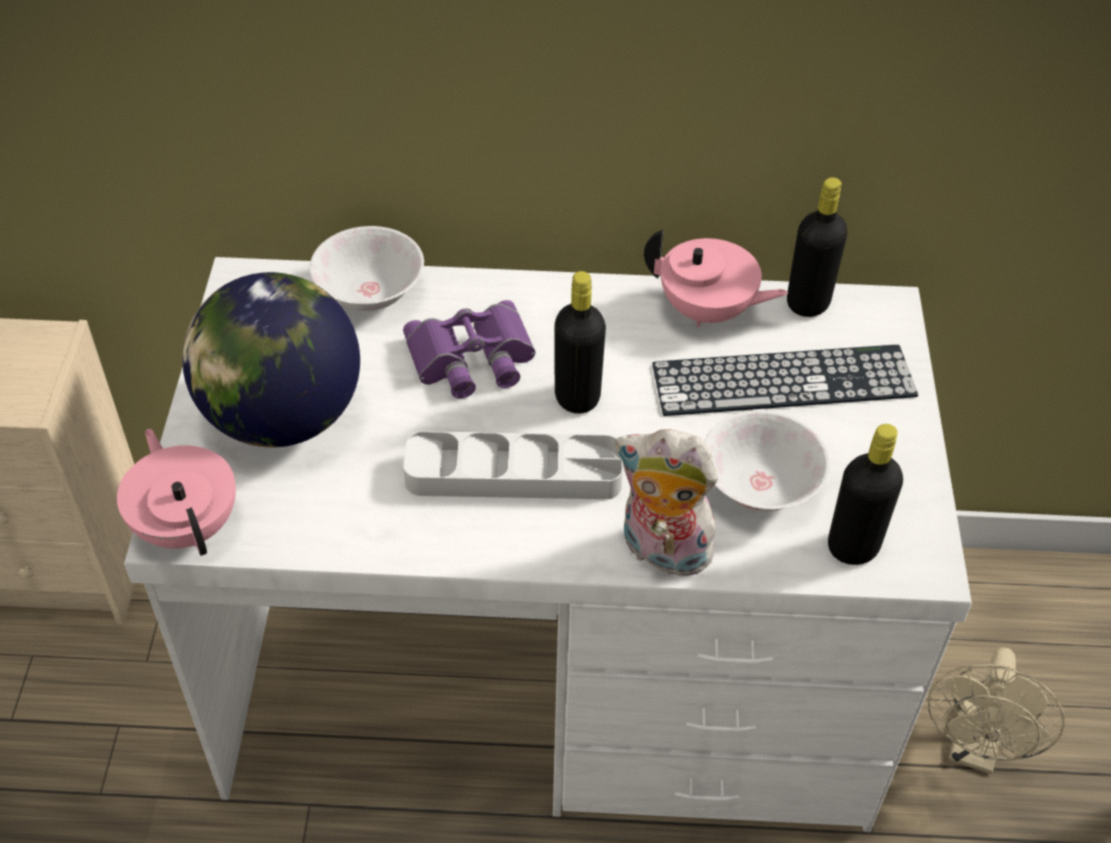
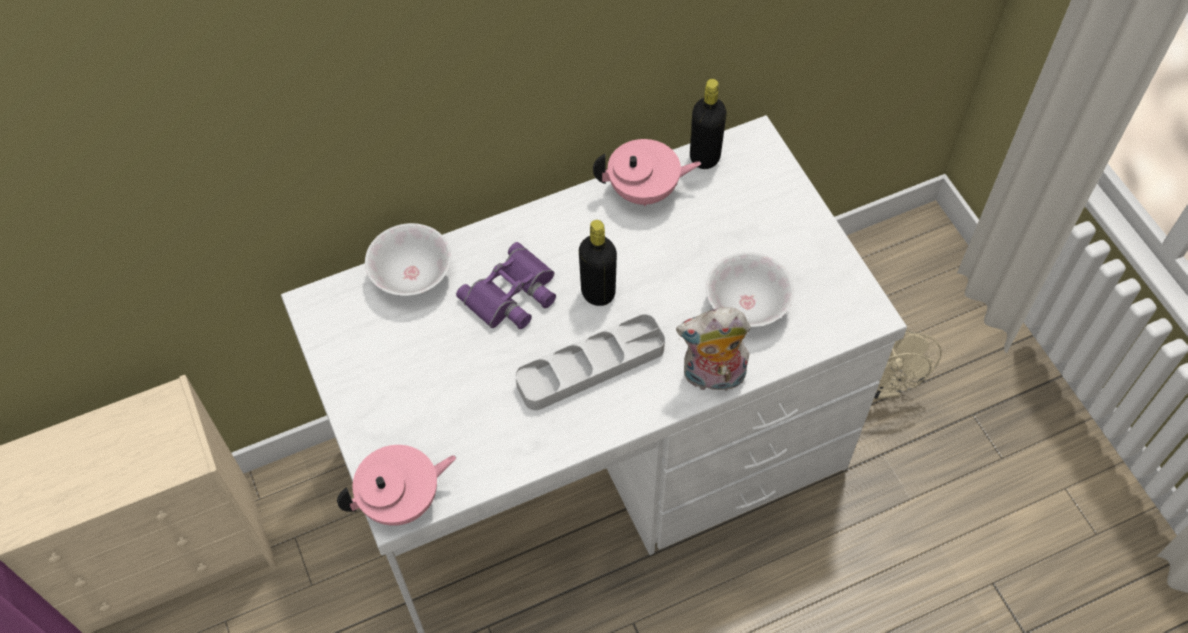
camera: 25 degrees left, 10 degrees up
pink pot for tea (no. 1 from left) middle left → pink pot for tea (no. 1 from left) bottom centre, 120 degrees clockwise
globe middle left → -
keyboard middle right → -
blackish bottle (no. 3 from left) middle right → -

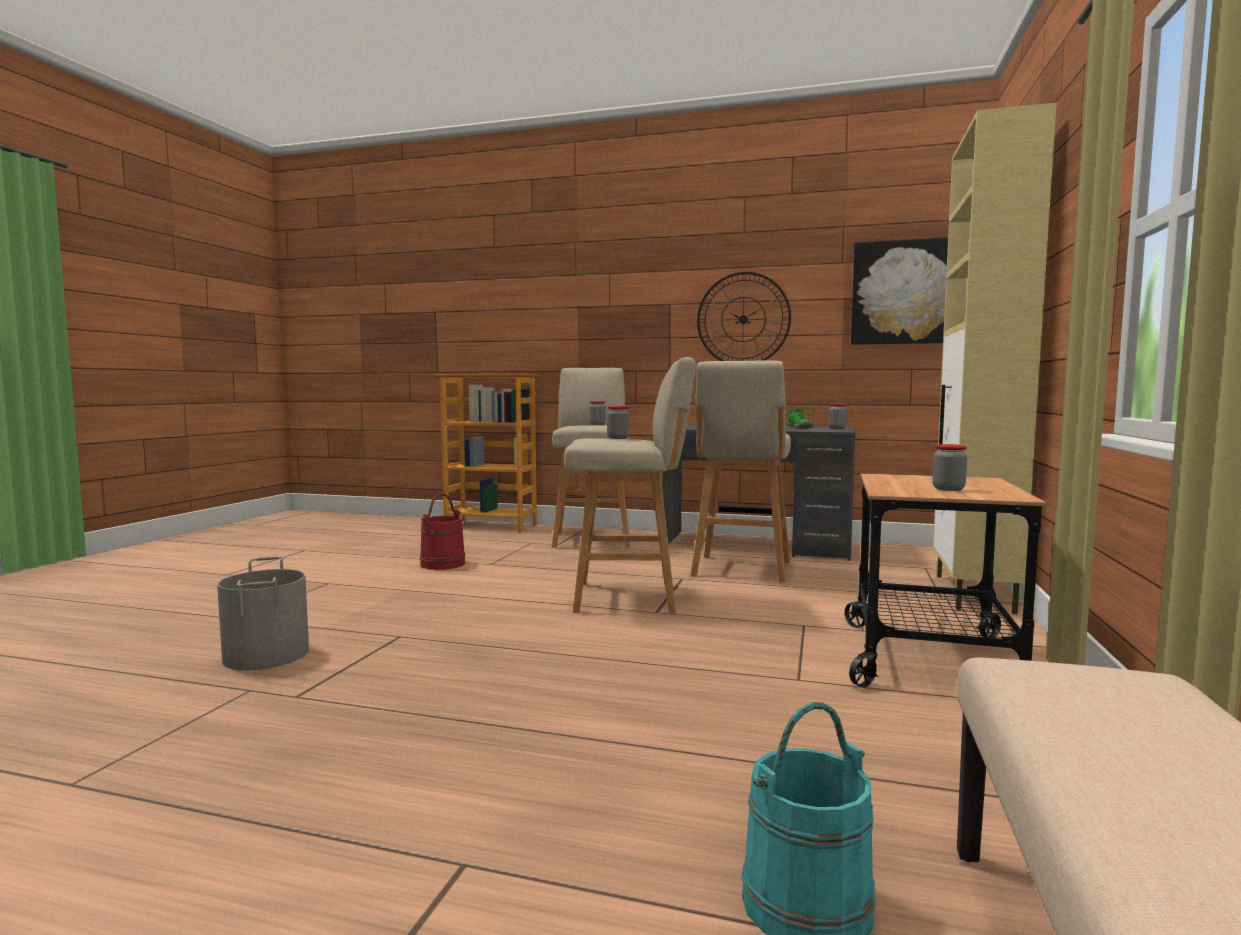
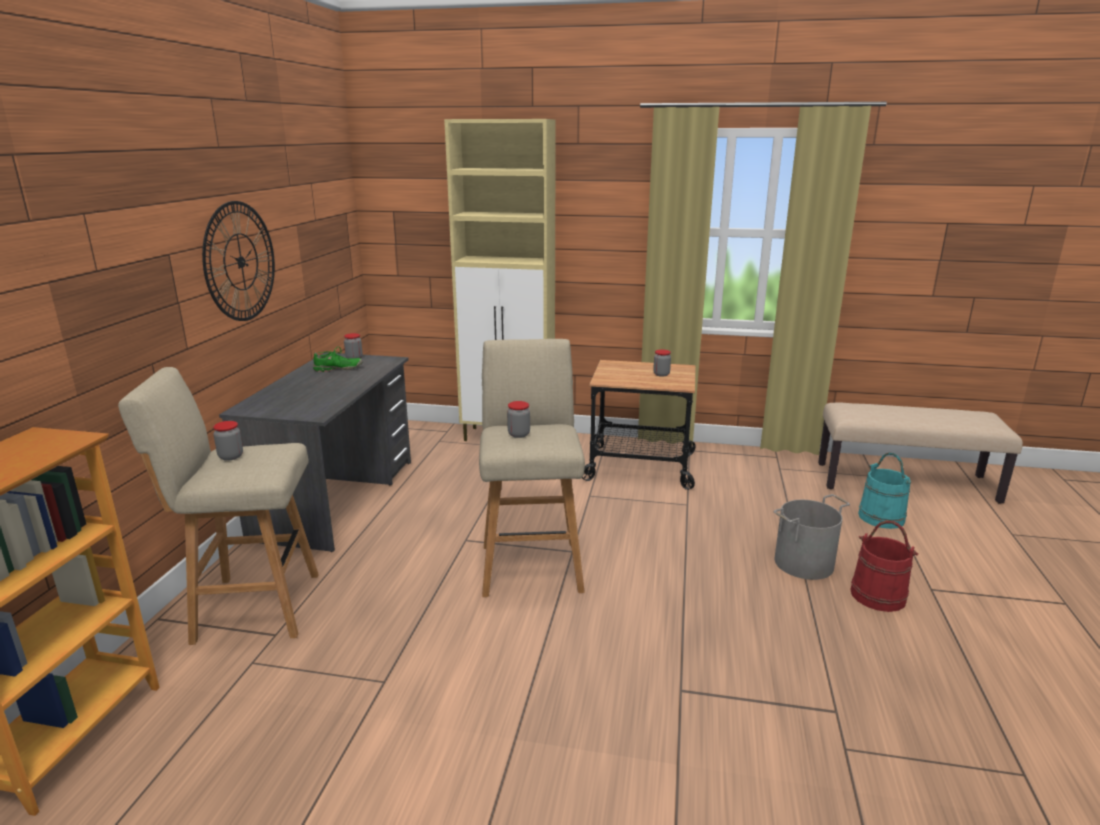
camera: 95 degrees left, 15 degrees up
greyish water bucket middle left → greyish water bucket middle right, shifted
red-coloured water bucket centre → red-coloured water bucket bottom right, shifted
sand-coloured stool seat (no. 3 from left) centre → -
wall art top right → -

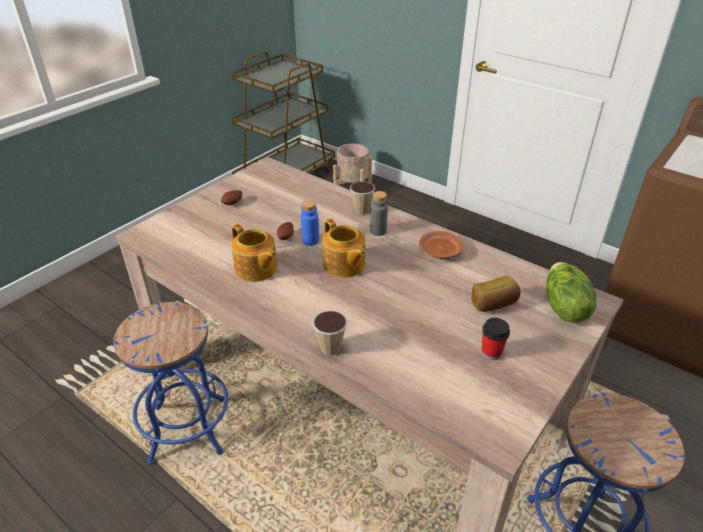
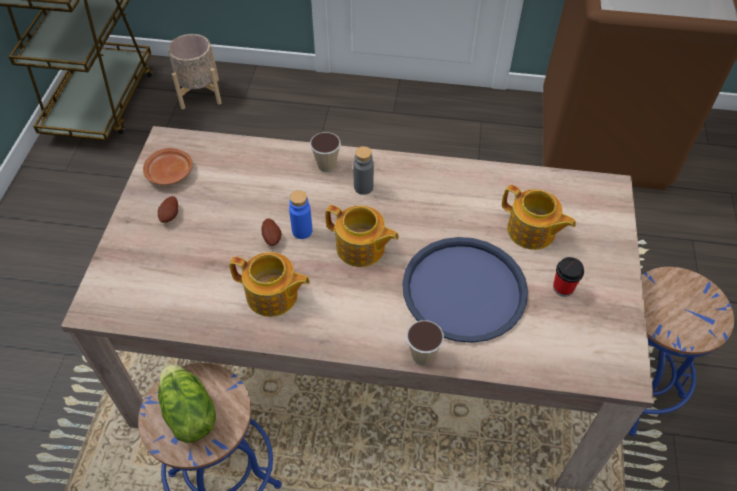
camera: 30 degrees left, 15 degrees up
brown dinner plate centre → brown dinner plate middle left, shifted
lettuce middle right → lettuce bottom left, shifted
- → blue-coloured tray centre
bakery bread middle right → pot for tea (no. 3 from left) middle right

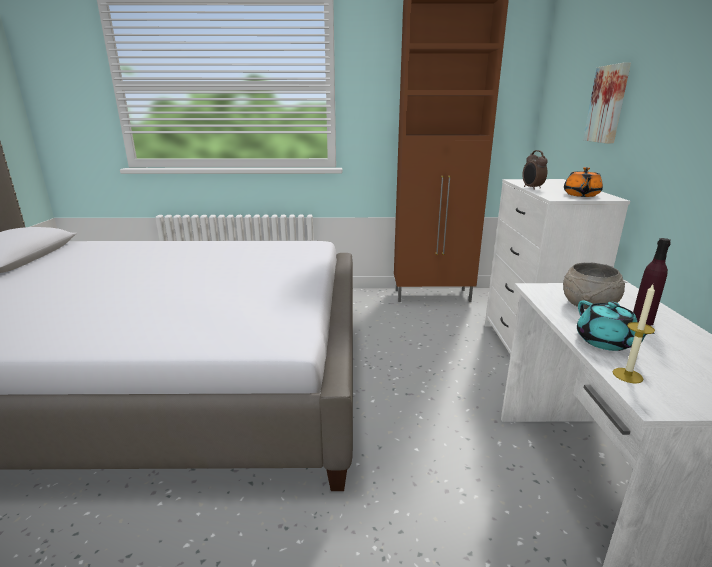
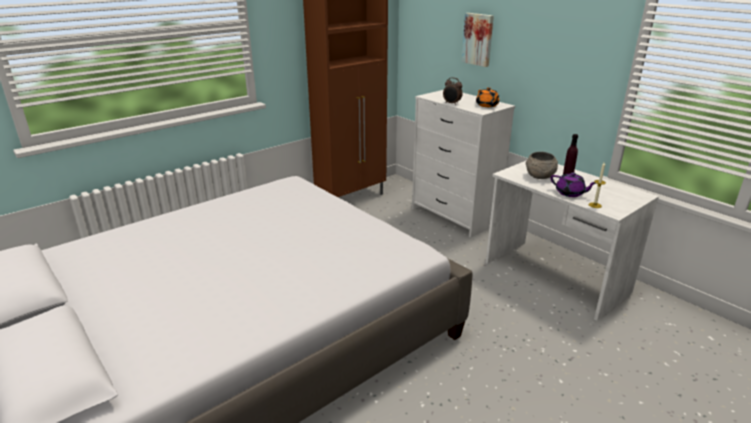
camera: 40 degrees left, 5 degrees up
blue-green pot for tea middle right → purple-coloured pot for tea middle right

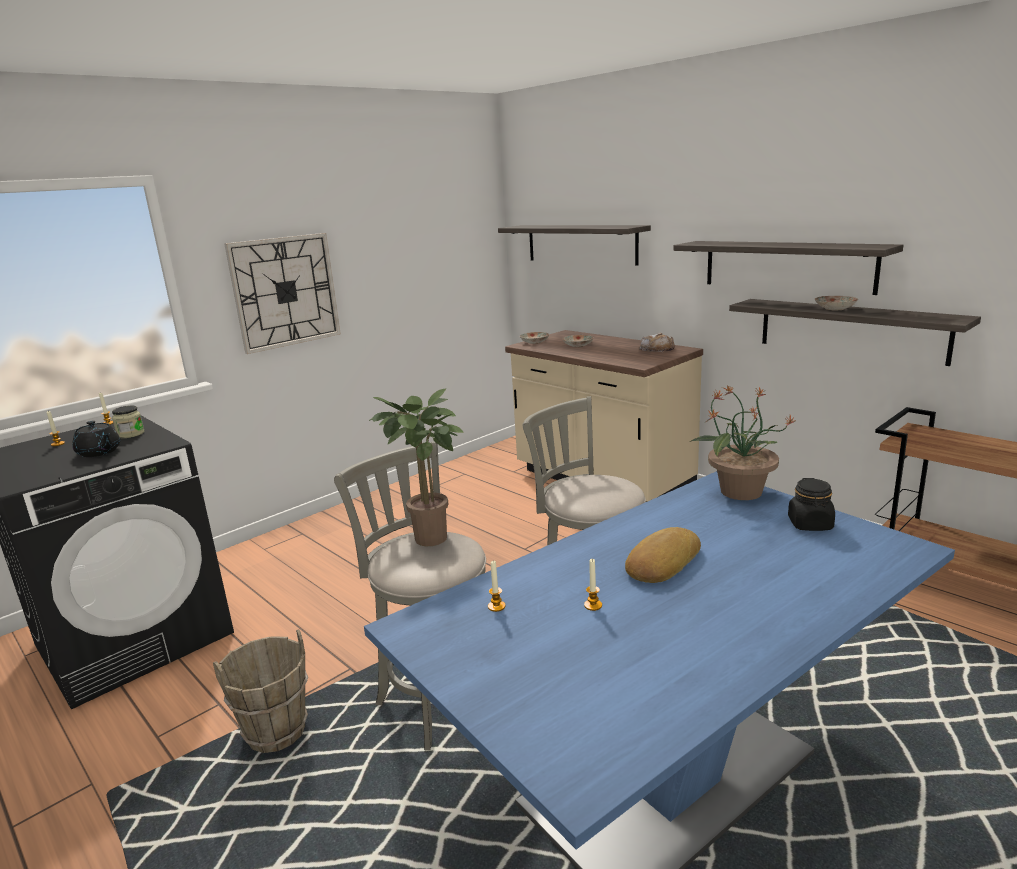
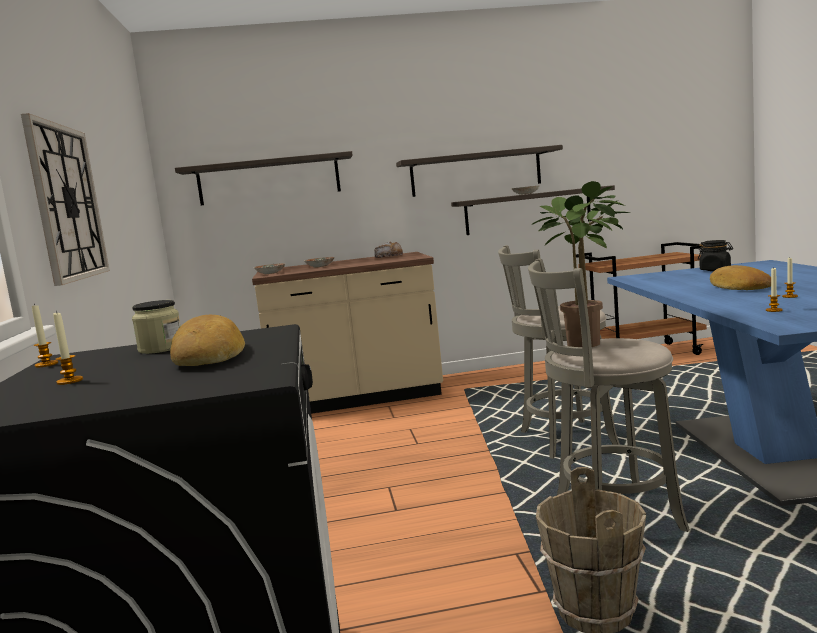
camera: 55 degrees left, 10 degrees down
blackish pot for tea middle left → bakery bread (no. 1 from left) middle left
potted plant (no. 2 from left) middle right → -

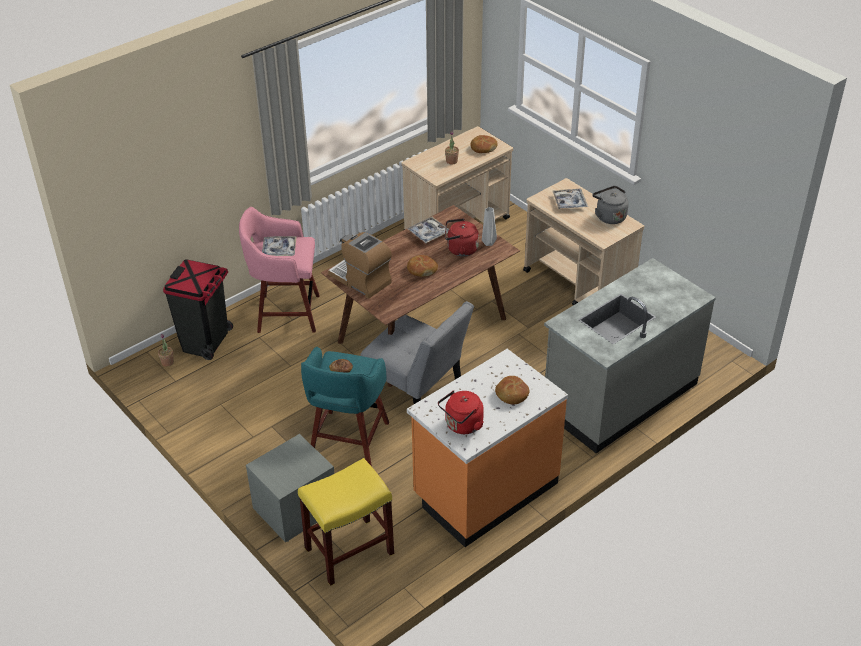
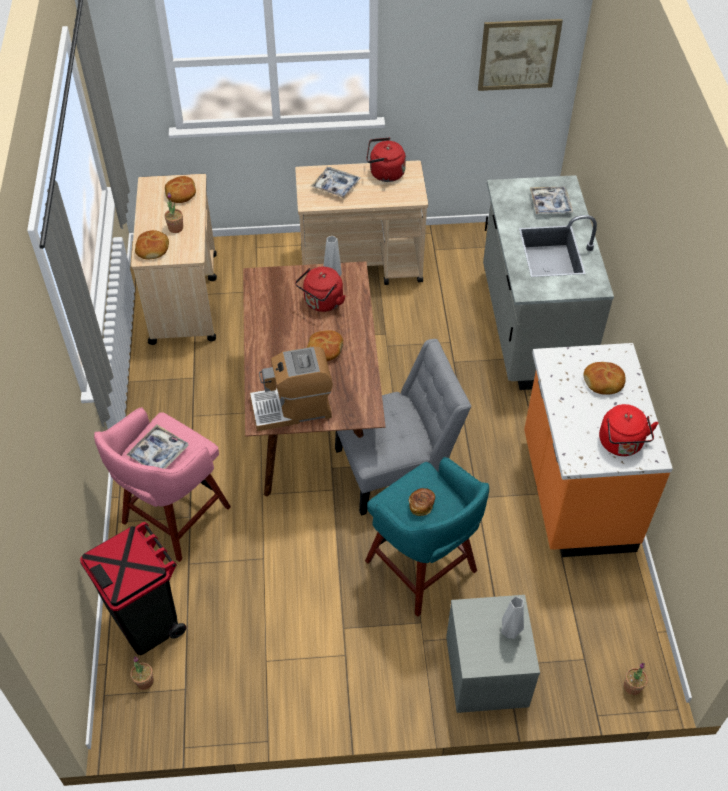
camera: 55 degrees left, 10 degrees up
- → bakery bread (no. 1 from left) top left
greyish water kettle top right → red-coloured water kettle (no. 2 from left) top centre
- → wall art top right
- → greyish flower vase (no. 2 from left) bottom right
tray (no. 2 from left in the first image) centre → tray (no. 3 from left) top right, shifted
- → potted plant (no. 3 from left) bottom right
yellow-coloured stool seat bottom centre → -

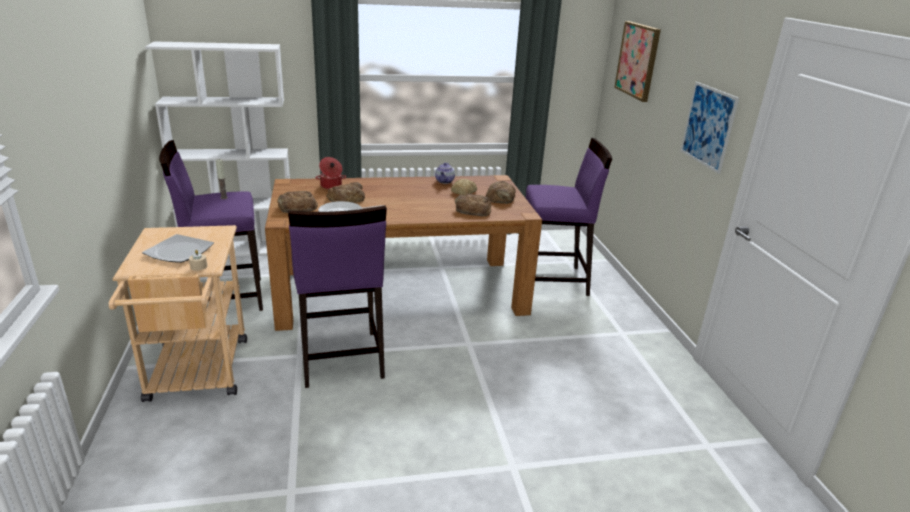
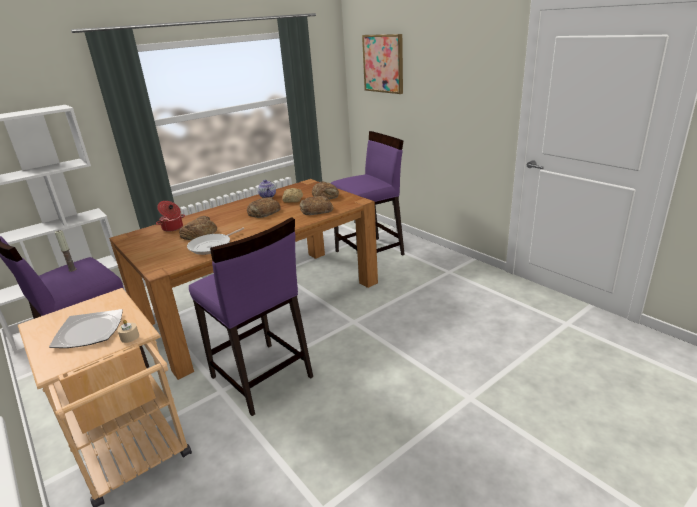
camera: 25 degrees left, 0 degrees up
bakery bread (no. 1 from left in the first image) middle left → bakery bread (no. 2 from left) centre, shifted
wall art (no. 2 from left) top right → -

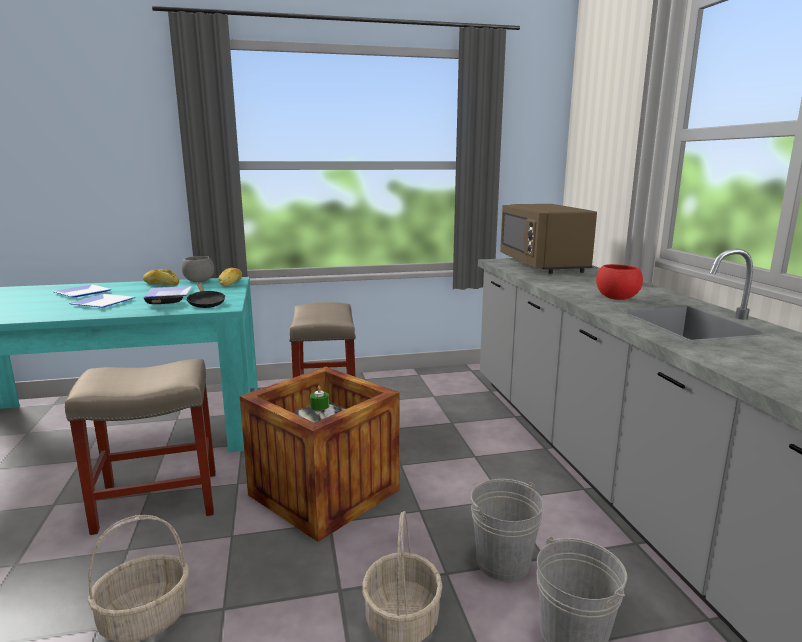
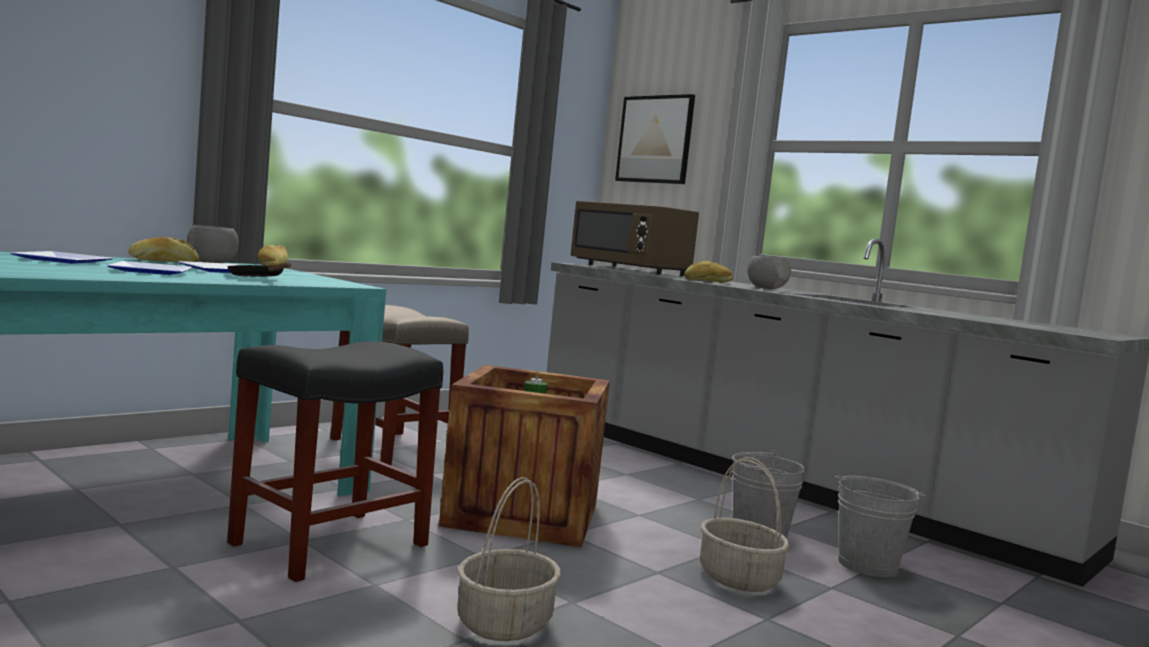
camera: 35 degrees left, 10 degrees down
sand-coloured stool seat (no. 1 from left) bottom left → blackish stool seat bottom left
- → wall art top centre
- → bakery bread (no. 3 from left) centre
red-coloured serving bowl middle right → greyish serving bowl (no. 2 from left) middle right
blackish pan (no. 2 from left) middle left → -

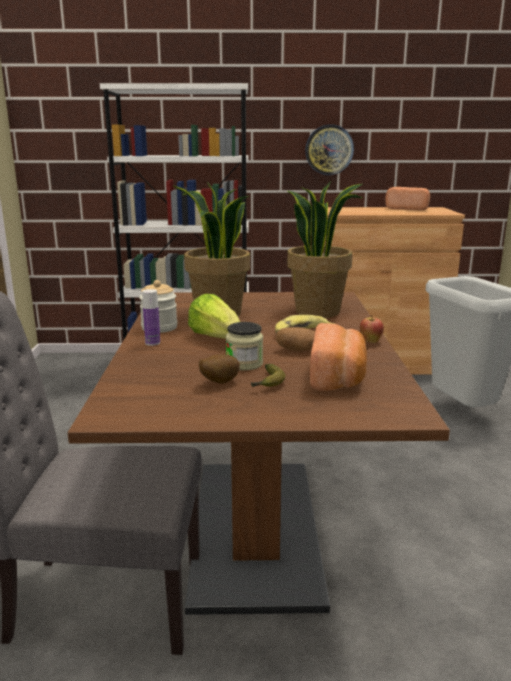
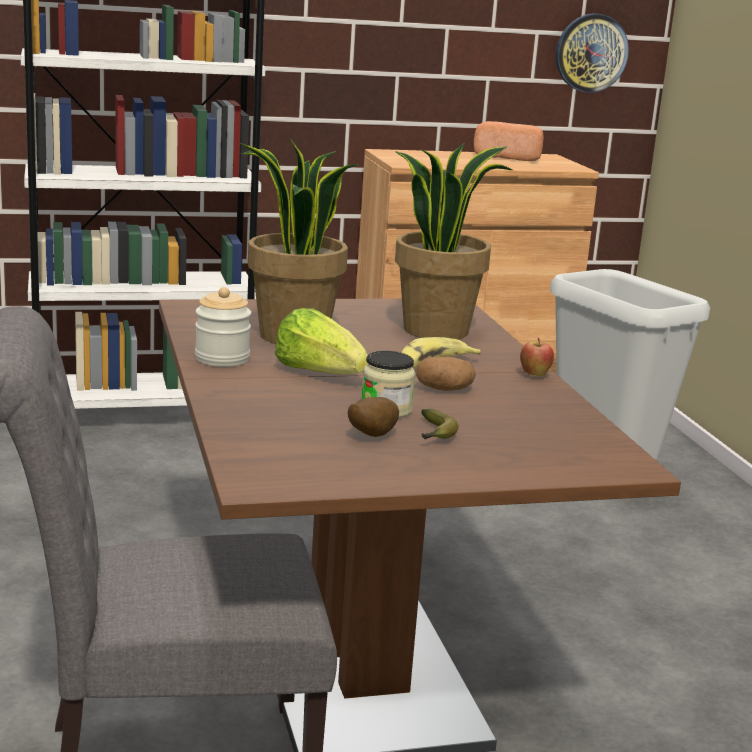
camera: 15 degrees left, 0 degrees up
clock on the wall top centre → clock on the wall top right, shifted
bottle middle left → -
bakery bread (no. 1 from left) centre → -

